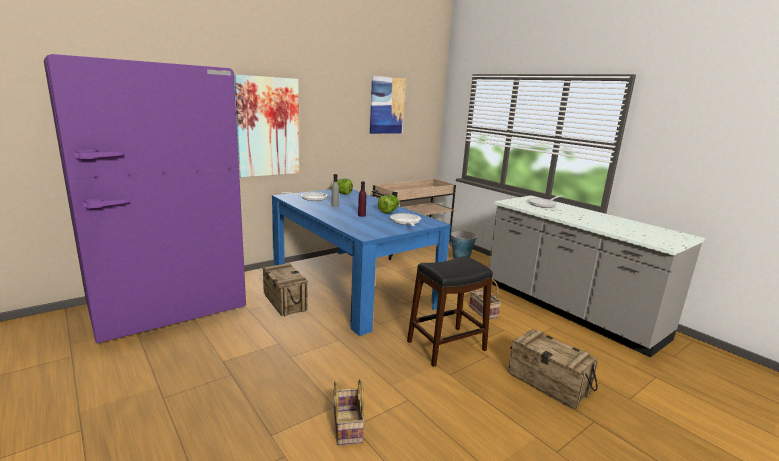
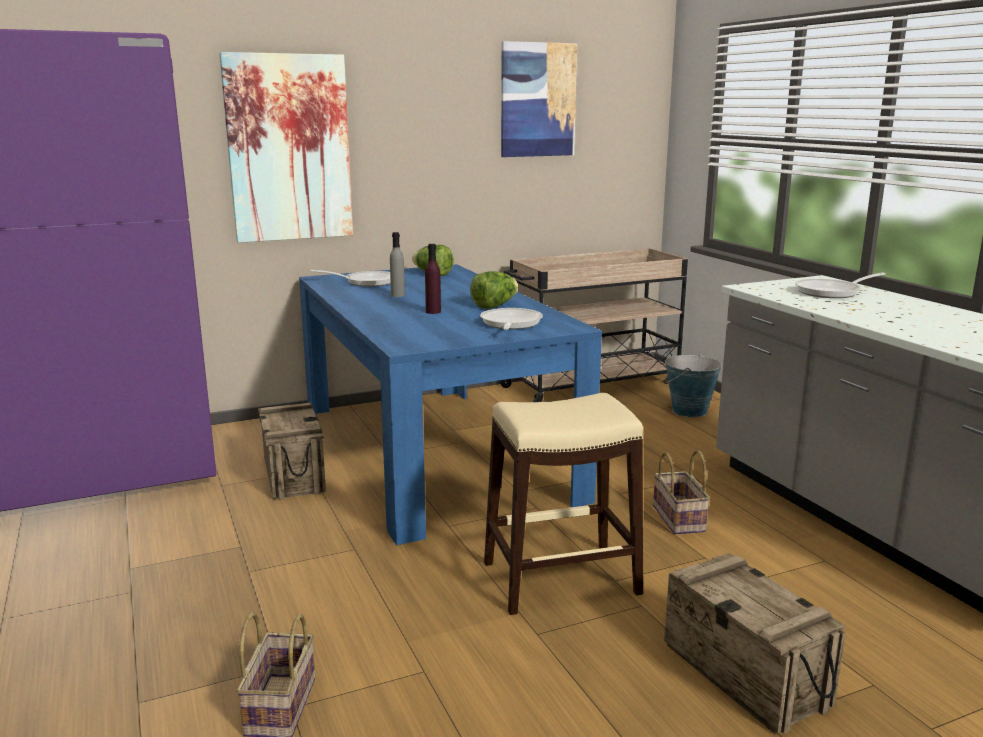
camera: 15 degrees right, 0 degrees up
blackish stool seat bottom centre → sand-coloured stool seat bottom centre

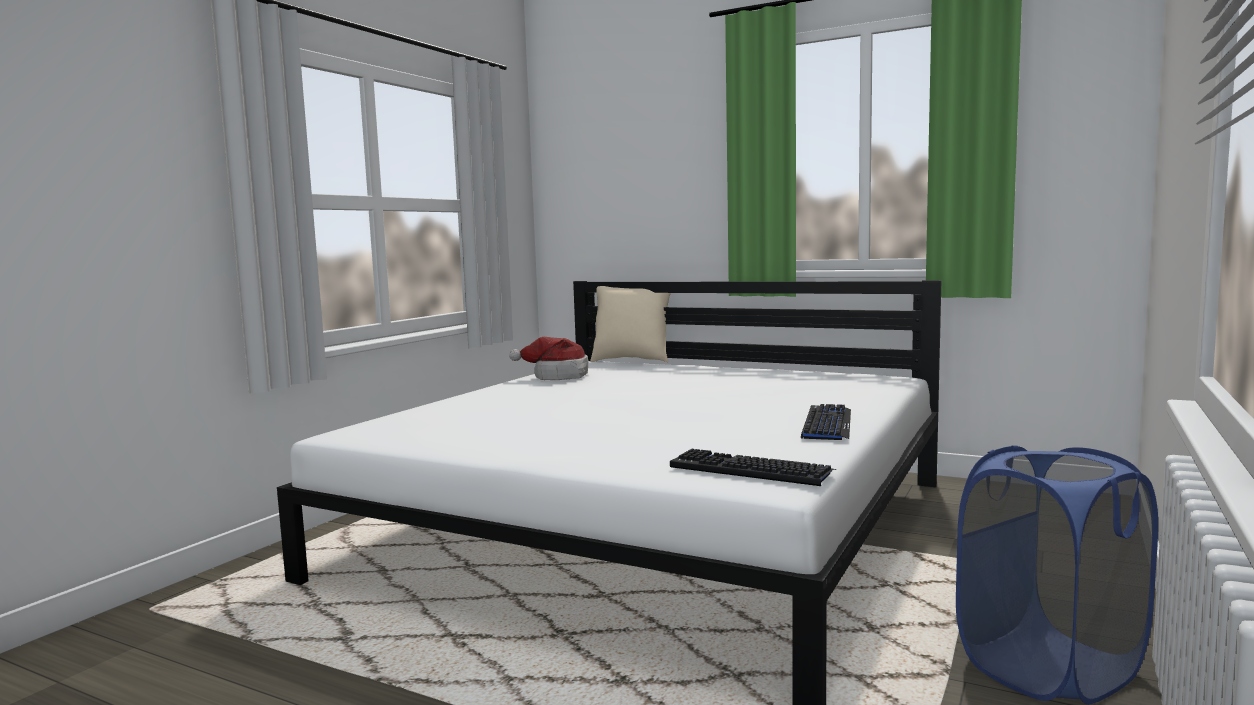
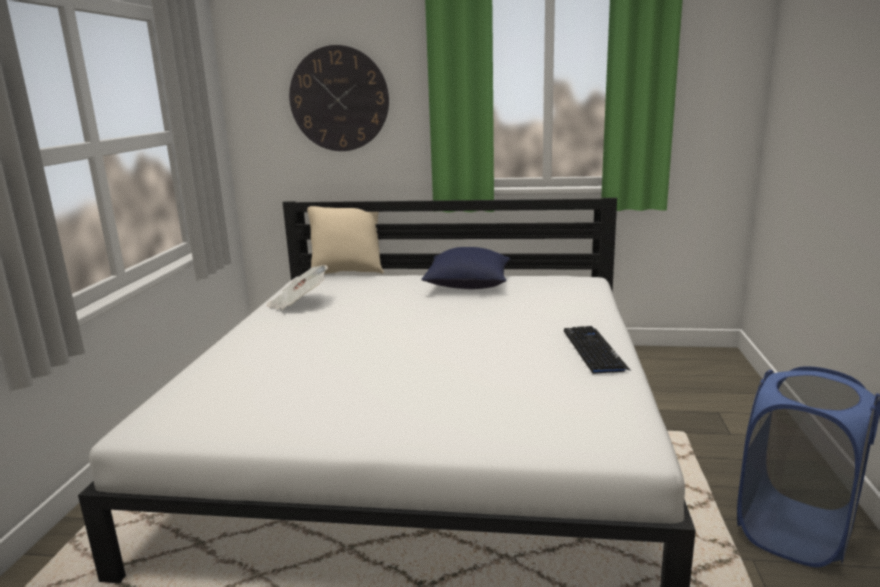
camera: 20 degrees left, 10 degrees up
clothing hat centre → daily paper centre
- → clock on the wall top centre
- → blue-coloured pillow centre
keyboard (no. 1 from left) centre → -

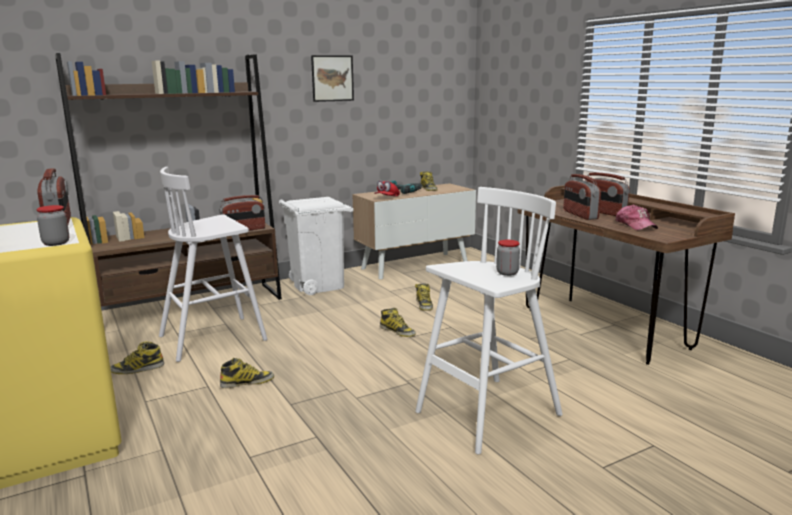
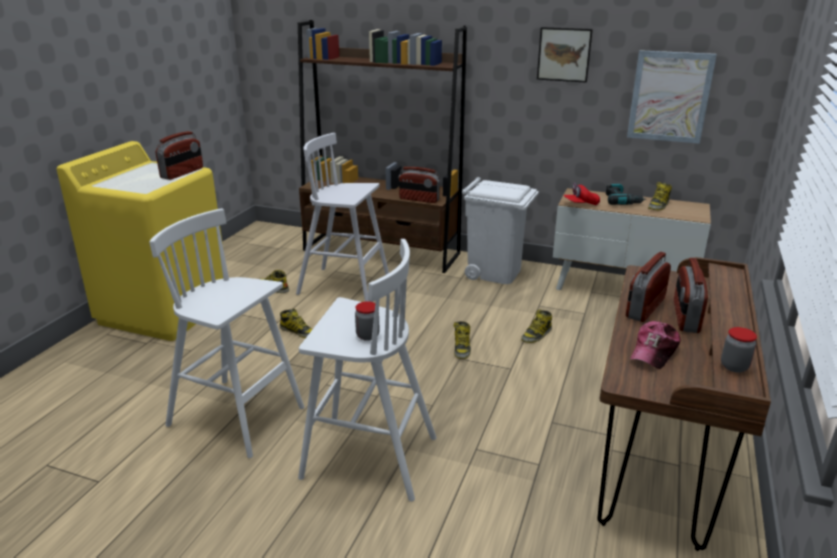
camera: 50 degrees right, 10 degrees up
- → white-coloured stool seat (no. 1 from left) middle left
- → wall art (no. 2 from left) top right
jar (no. 1 from left in the first image) middle left → jar (no. 2 from left) middle right, shifted

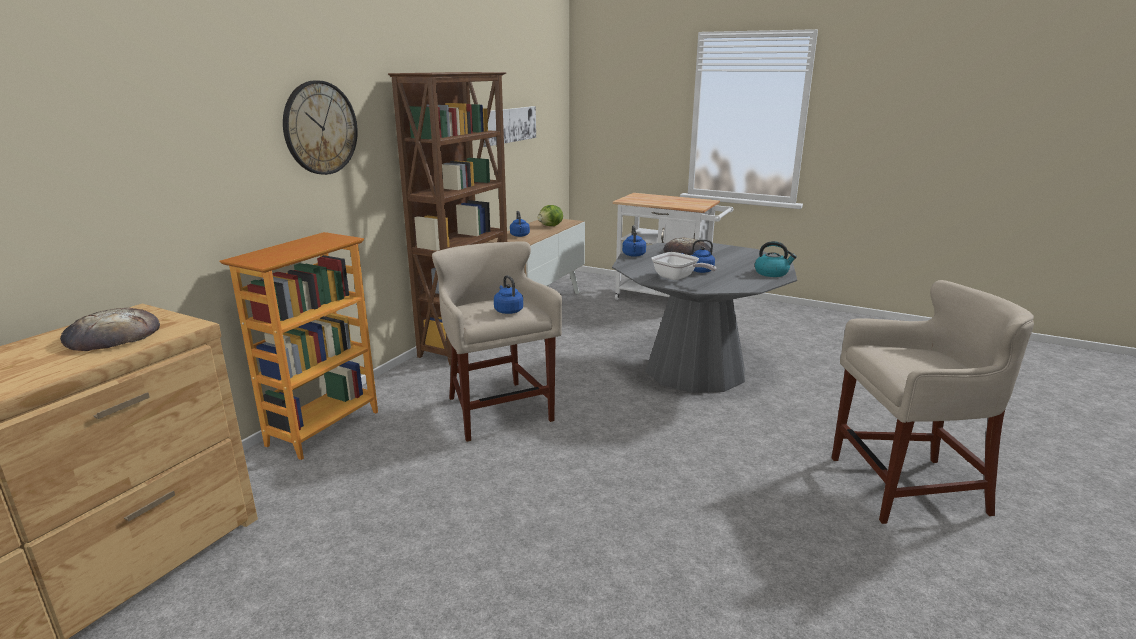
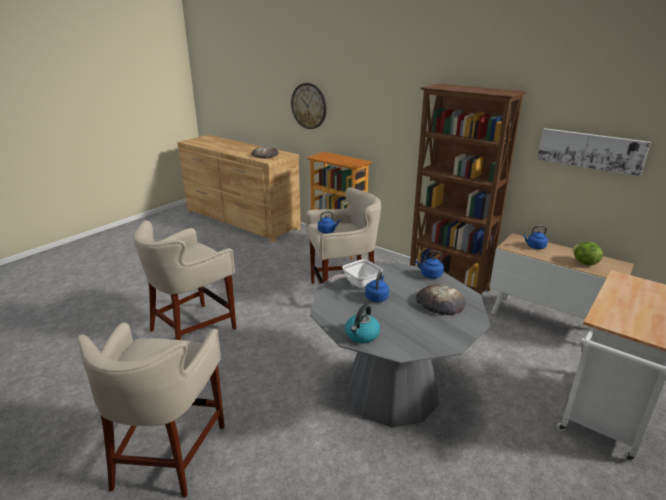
camera: 100 degrees right, 5 degrees up
- → sand-coloured stool seat (no. 2 from left) middle left
clock on the wall top left → clock on the wall top centre, shifted

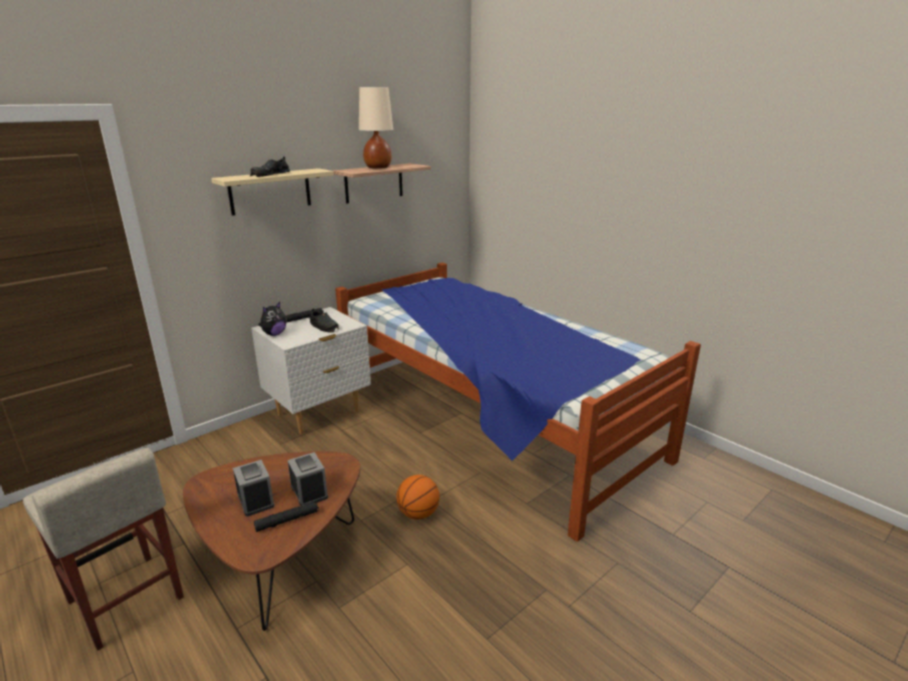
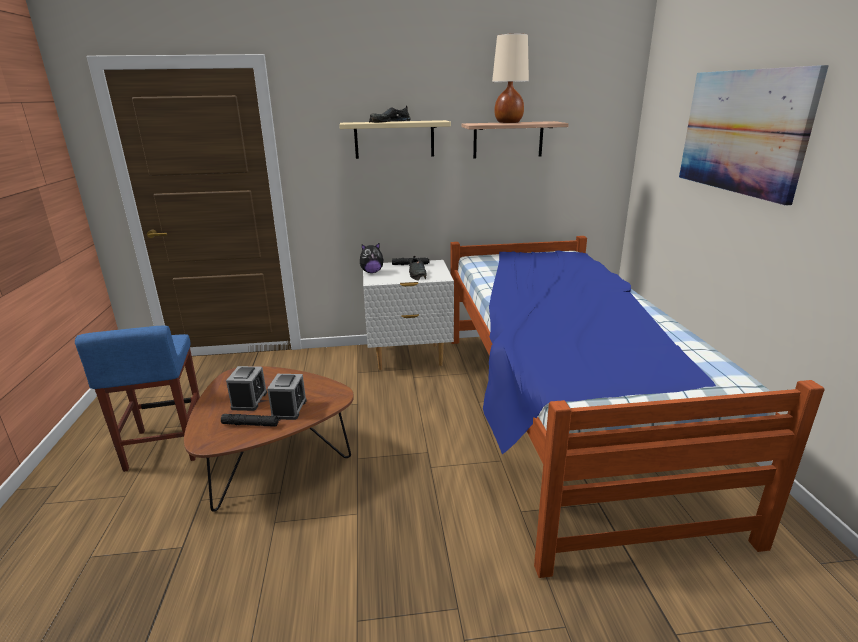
camera: 35 degrees right, 0 degrees up
sand-coloured stool seat bottom left → blue-coloured stool seat middle left
- → wall art top right
basketball bottom centre → -

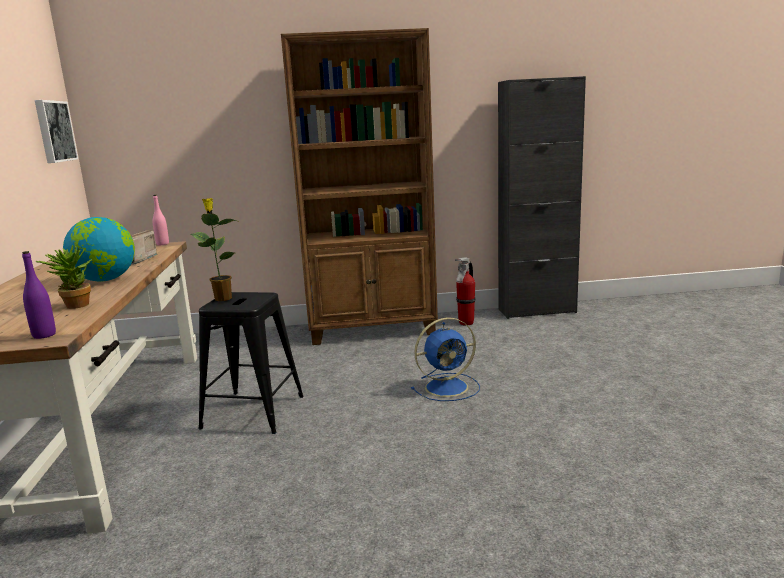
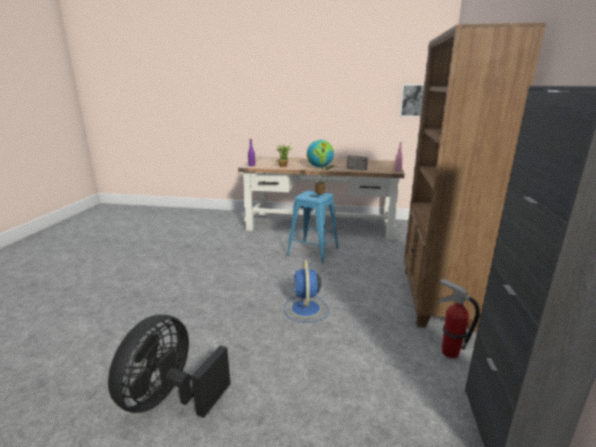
camera: 105 degrees right, 5 degrees up
- → blackish fan bottom left
blackish stool seat middle left → blue-coloured stool seat centre

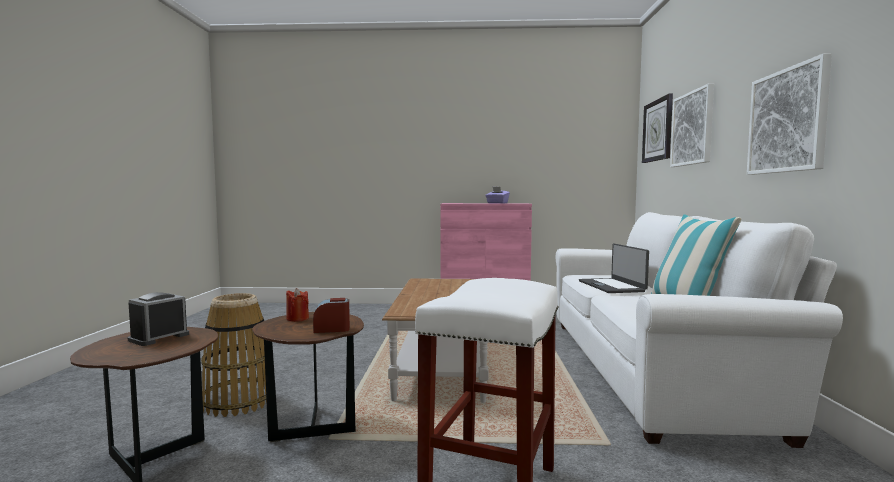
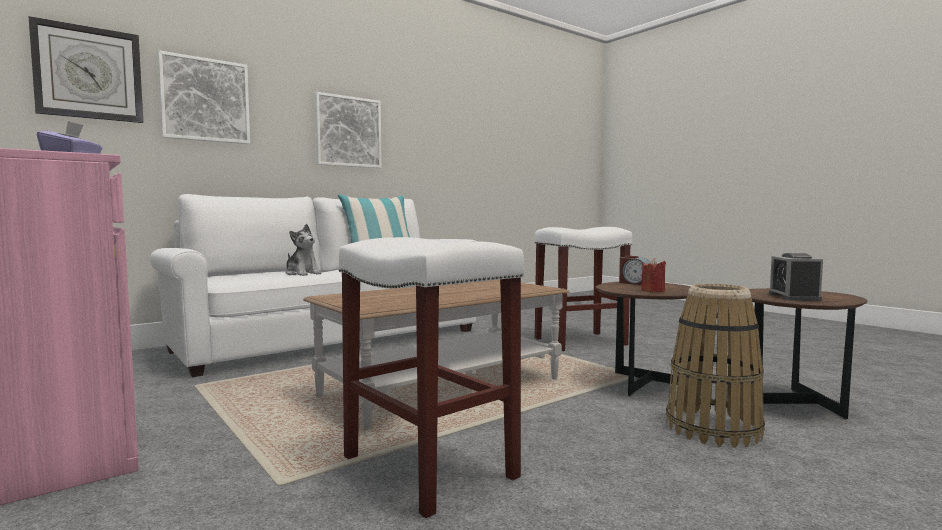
camera: 130 degrees left, 0 degrees up
portable computer middle right → plush toy middle left
- → white-coloured stool seat (no. 1 from left) bottom centre
table clock (no. 1 from left in the first image) middle left → table clock (no. 2 from left) middle right, 105 degrees clockwise

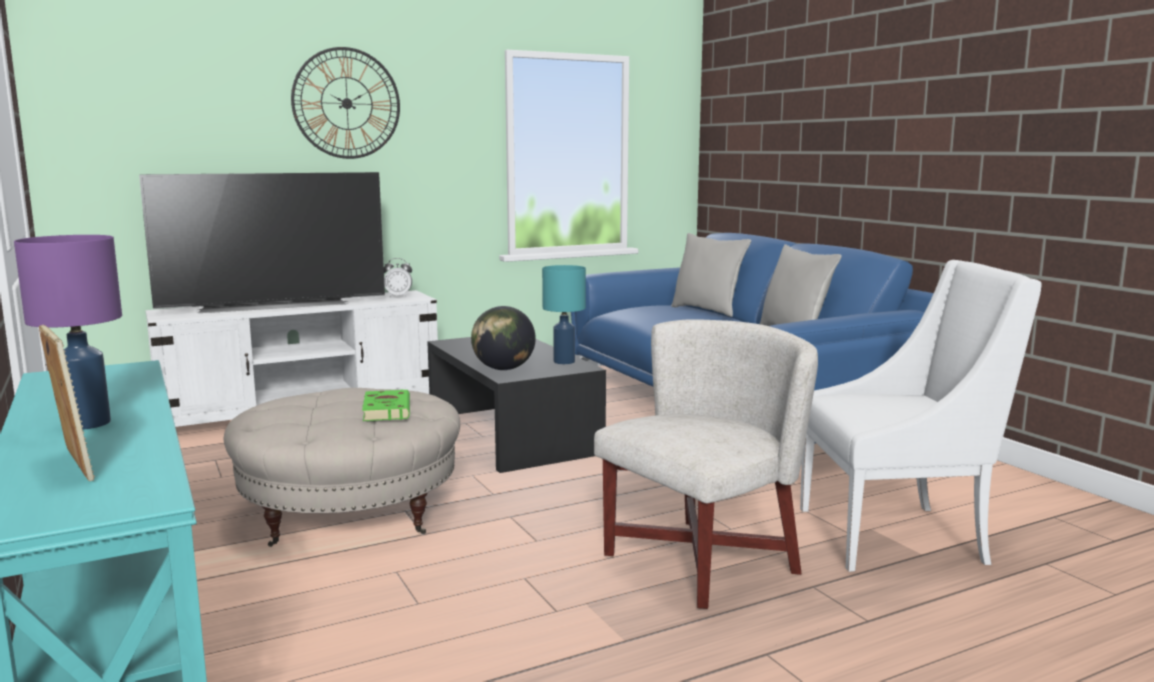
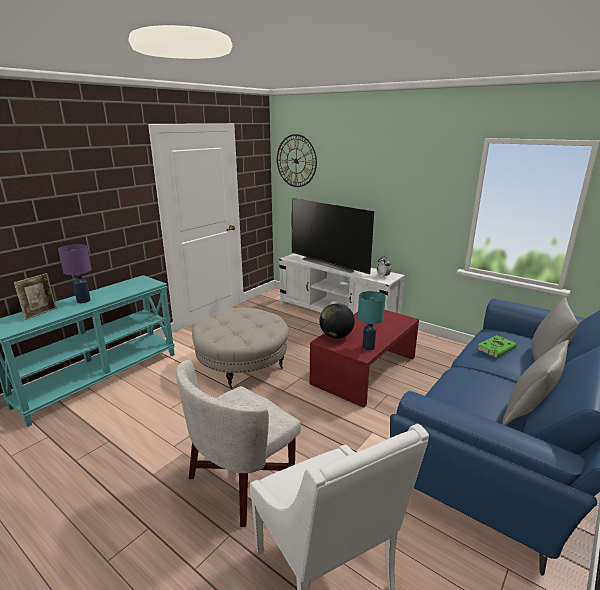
camera: 65 degrees right, 10 degrees up
white-coloured easy chair (no. 1 from left) bottom centre, 105 degrees clockwise
clock on the wall top left → clock on the wall top centre, shifted
blackish lounge table centre → red-coloured lounge table centre
greenish bound book centre → greenish bound book middle right, shifted

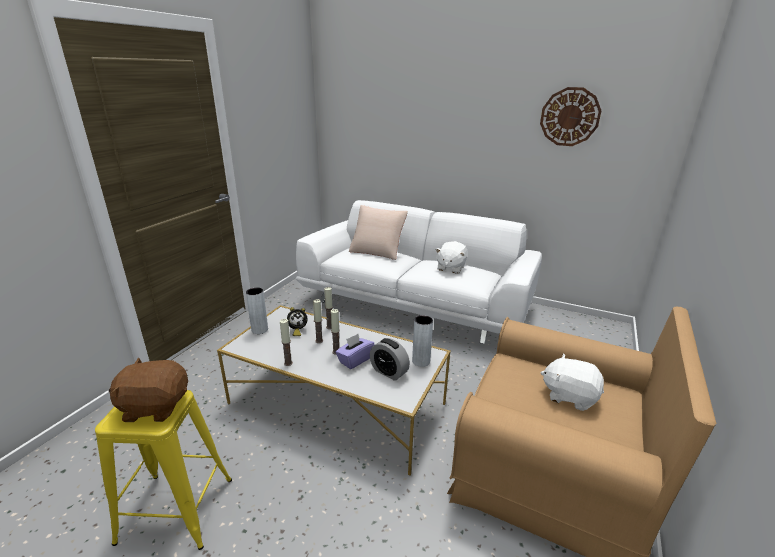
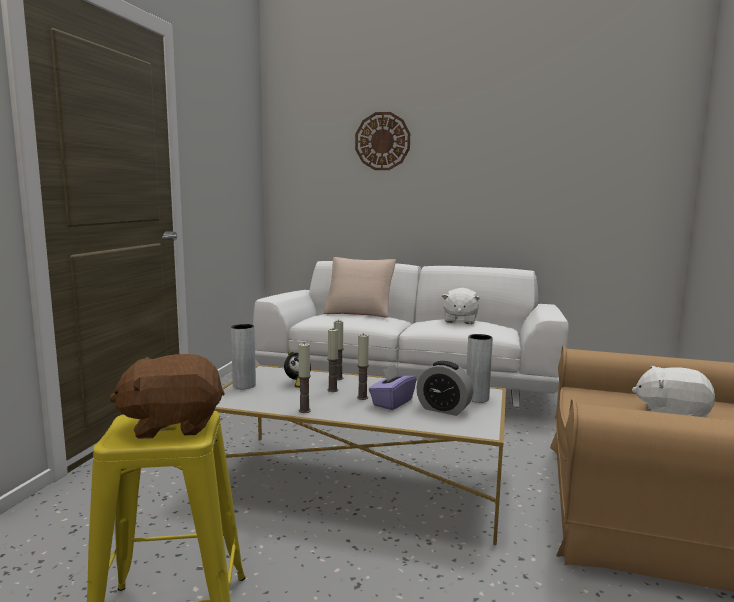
camera: 10 degrees left, 15 degrees down
clock on the wall top right → clock on the wall top centre, shifted

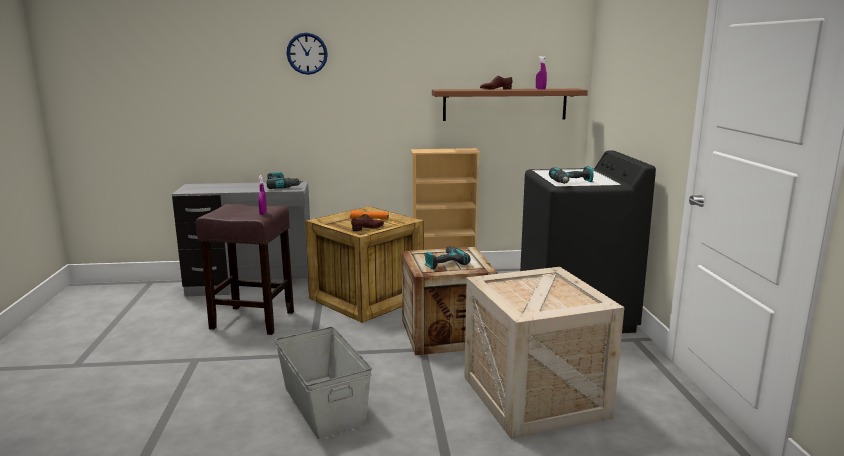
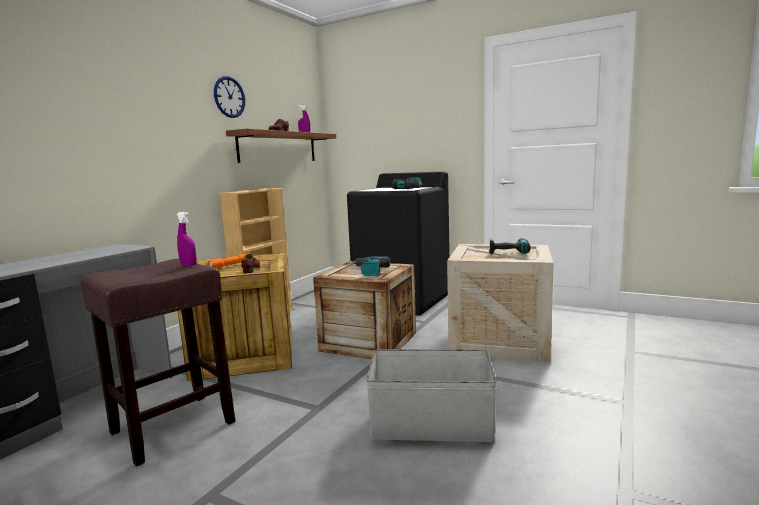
camera: 55 degrees left, 5 degrees down
clock on the wall top centre → clock on the wall top left, shifted
power drill (no. 1 from left in the first image) centre → power drill (no. 3 from left) middle right, shifted

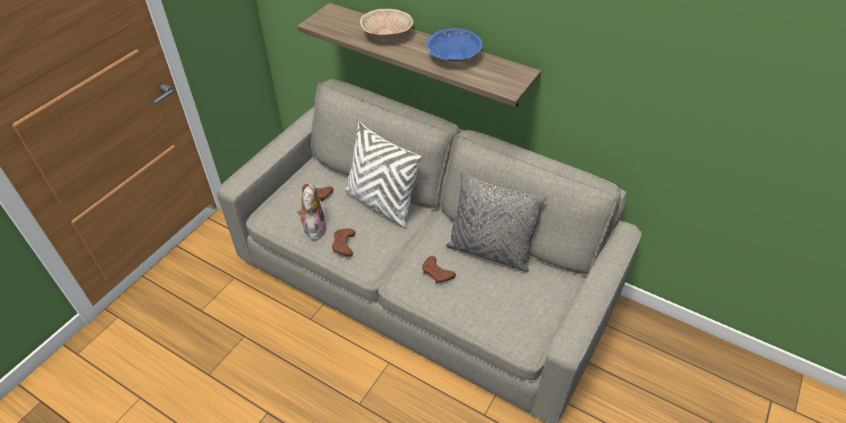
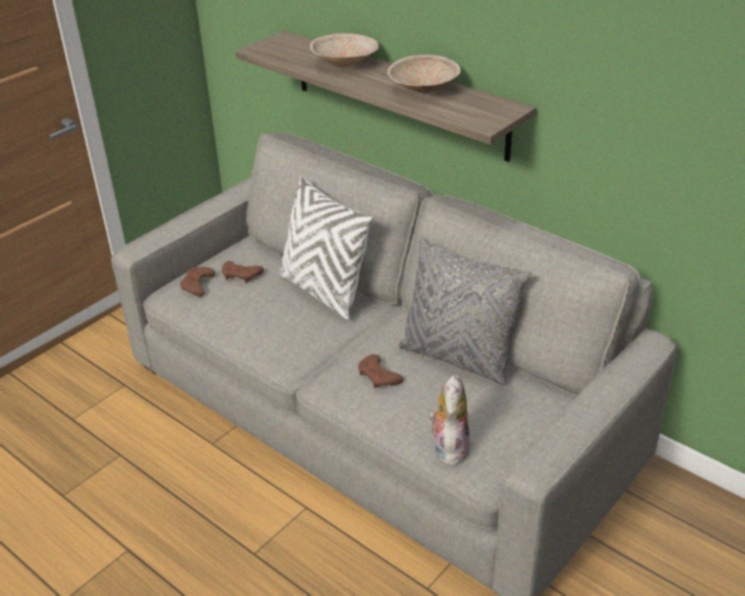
camera: 10 degrees right, 10 degrees down
brown joypad (no. 2 from left in the first image) centre → brown joypad (no. 1 from left) middle left, shifted
blue-coloured serving bowl top centre → sand-coloured serving bowl (no. 2 from left) top centre
plush toy centre → plush toy bottom centre, shifted

